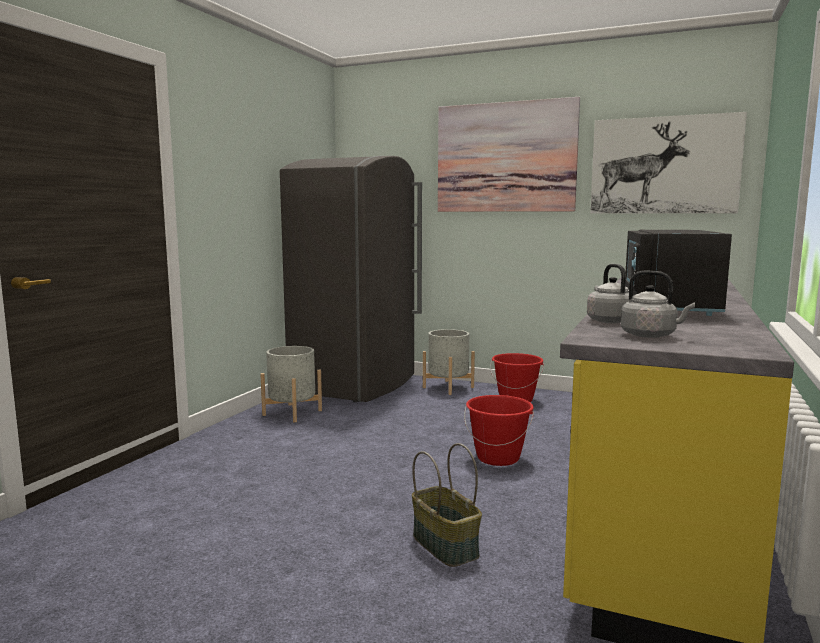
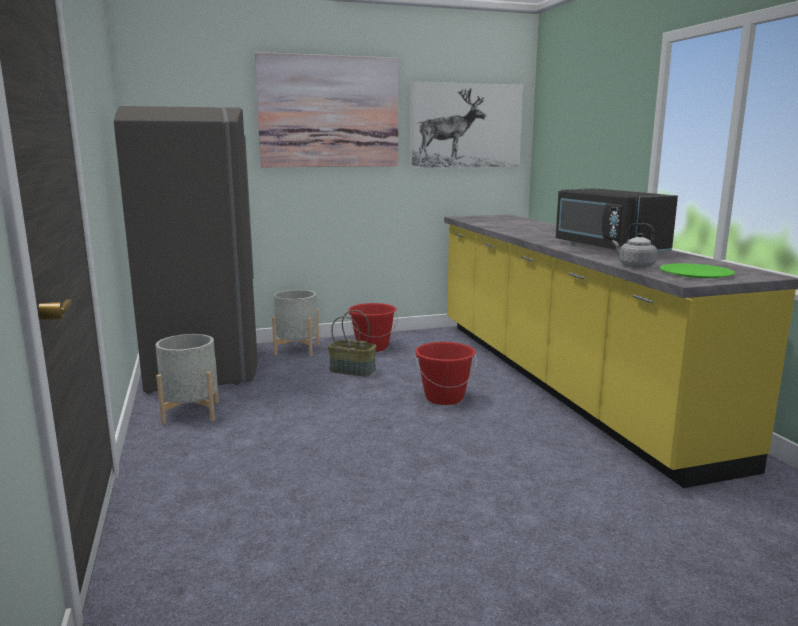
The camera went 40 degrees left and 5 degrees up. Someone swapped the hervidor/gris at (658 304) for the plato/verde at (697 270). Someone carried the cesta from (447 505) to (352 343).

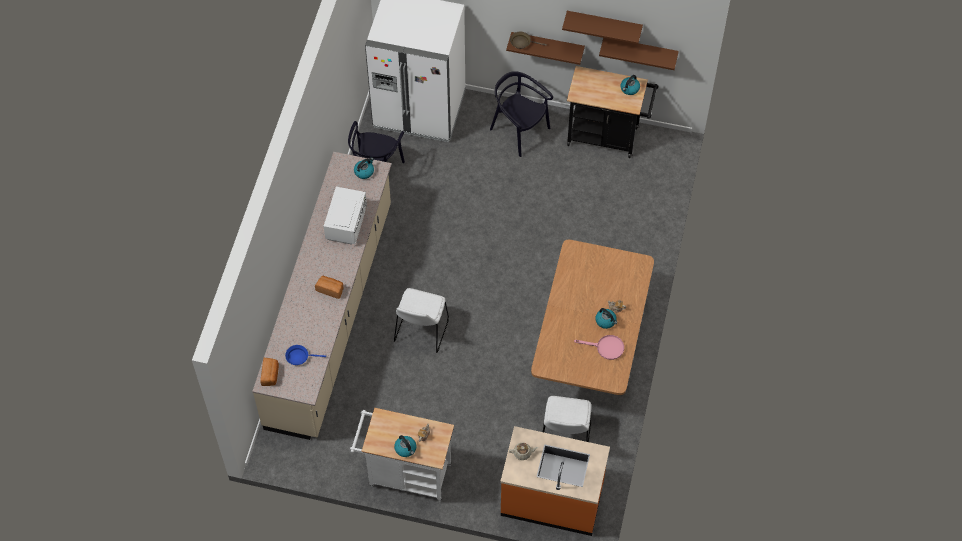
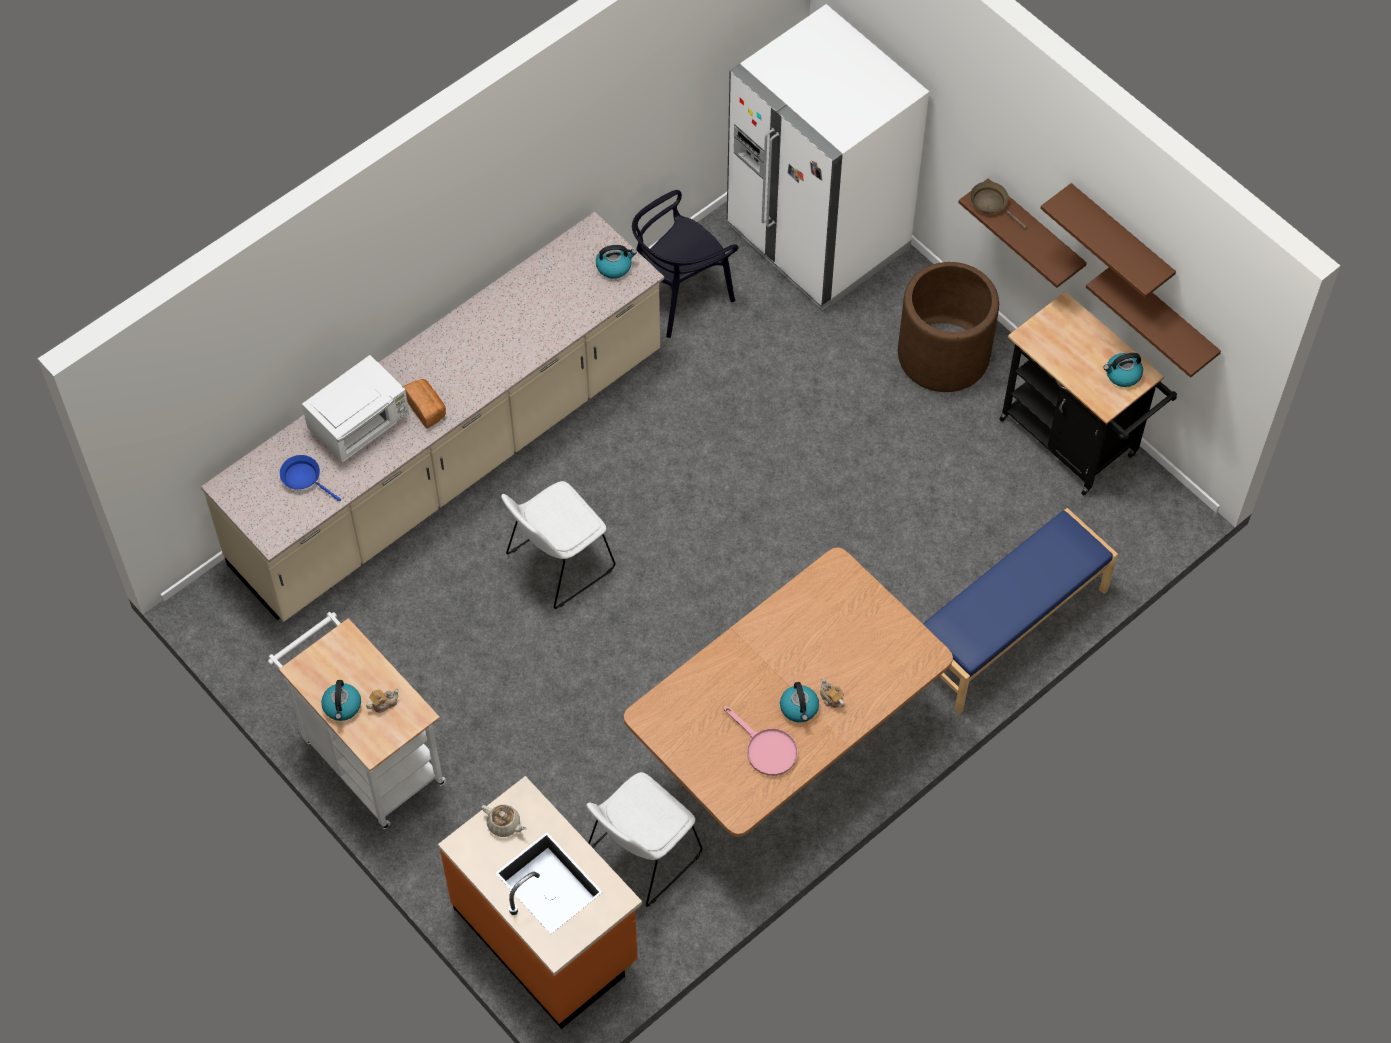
The camera went 35 degrees right and 0 degrees up. Someone swapped the silla/negro at (521 114) for the maceta/marrón at (948 327). Someone carried the microondas/blanco from (345 215) to (355 408). Someone took away the pan at (269 372). Someone put down the banco/azul at (1020 611).

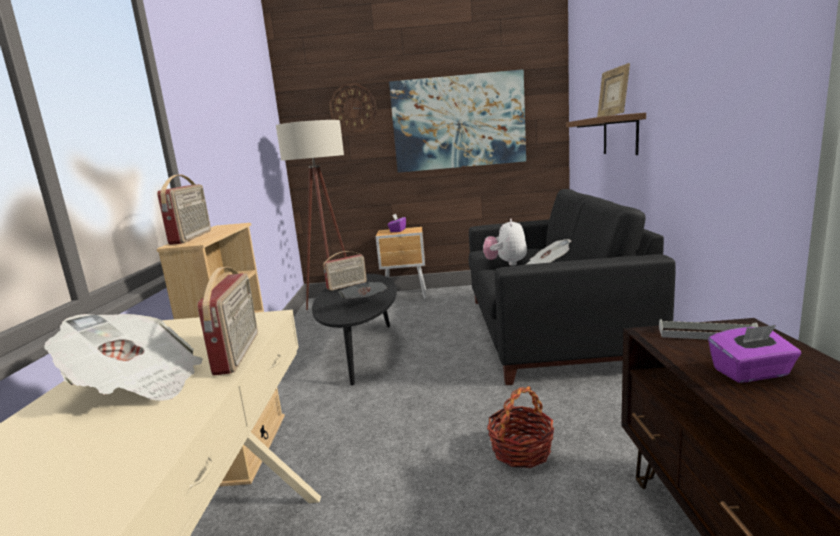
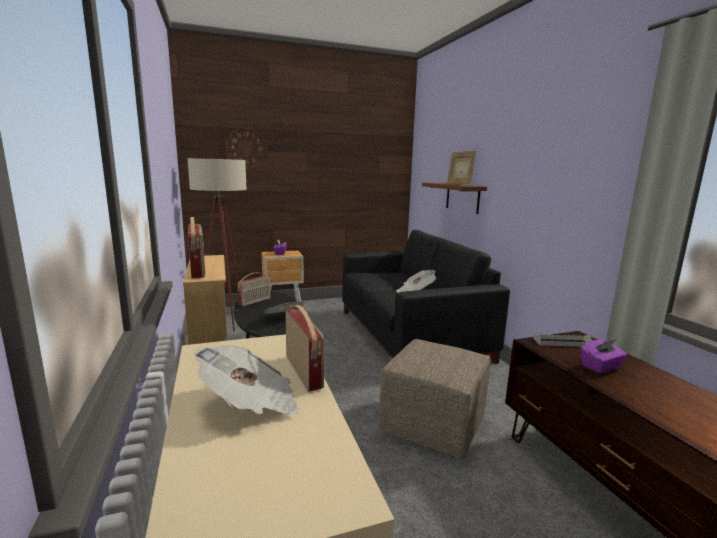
The camera went 20 degrees left and 0 degrees up. Someone took away the cuadro at (457 121). Someone took away the peluche at (505 242). Someone swapped the cesta at (520 427) for the puf/beis at (435 399).

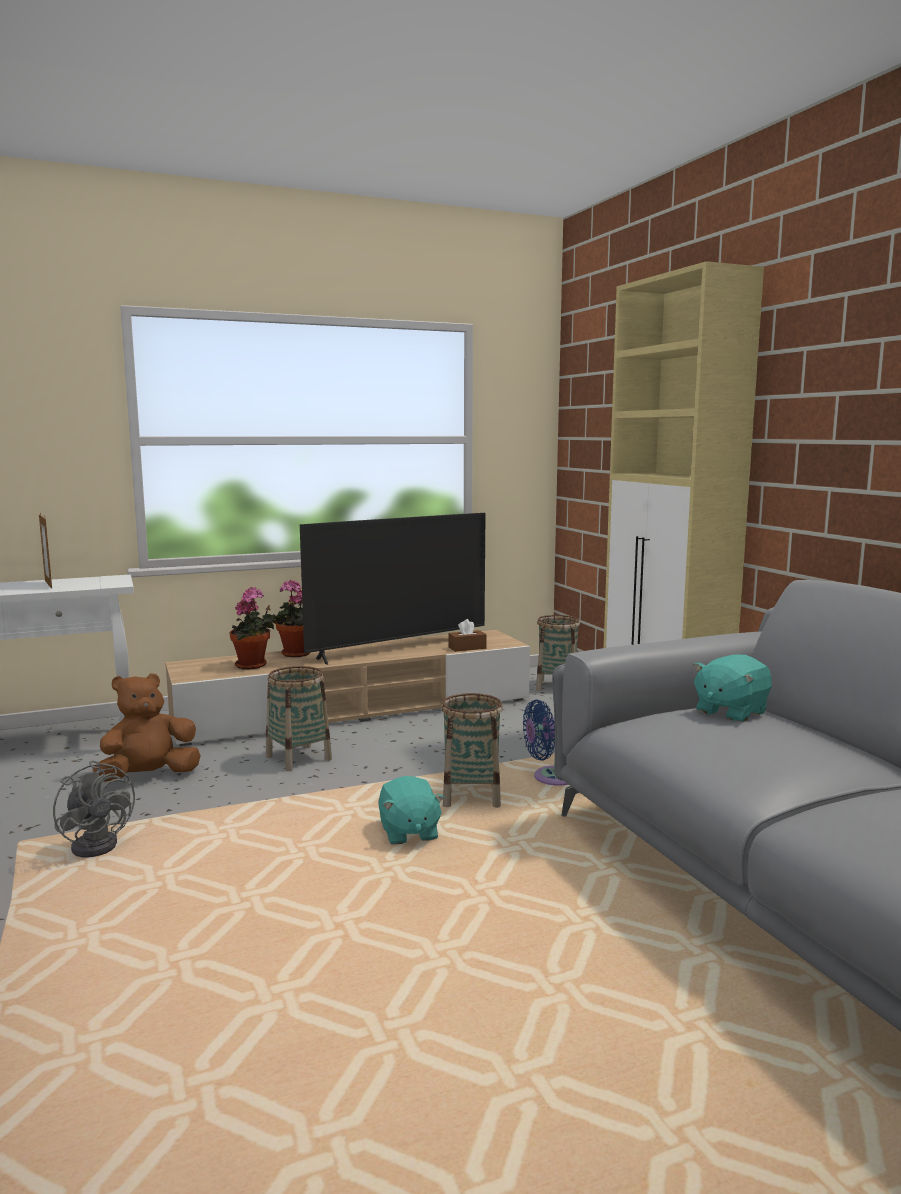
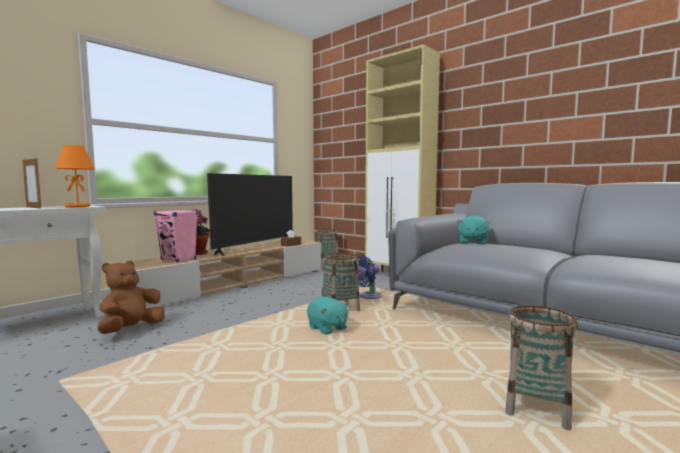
The camera went 25 degrees left and 5 degrees down. Someone swapped the planta en maceta at (252 628) for the altavoz/rosa at (176 236). Someone carried the cesta from (299 718) to (541 367). Someone took away the ventilador/gris at (94 808). Someone put down the lámpara de mesa/naranja at (75 176).

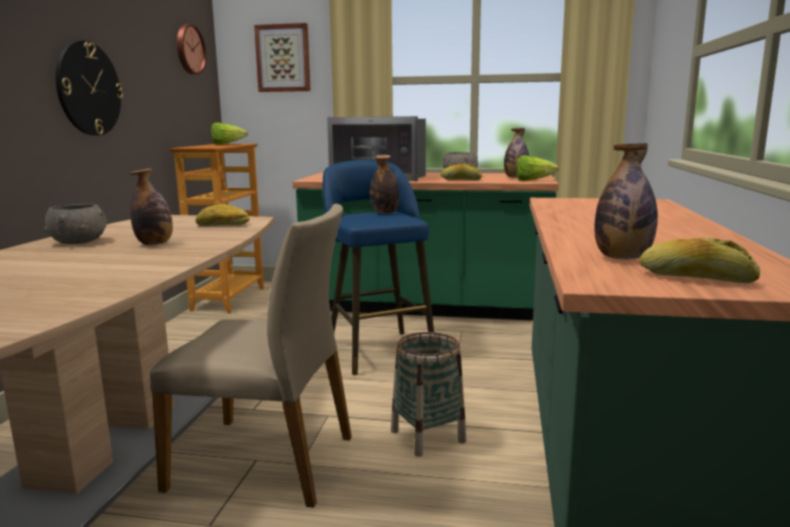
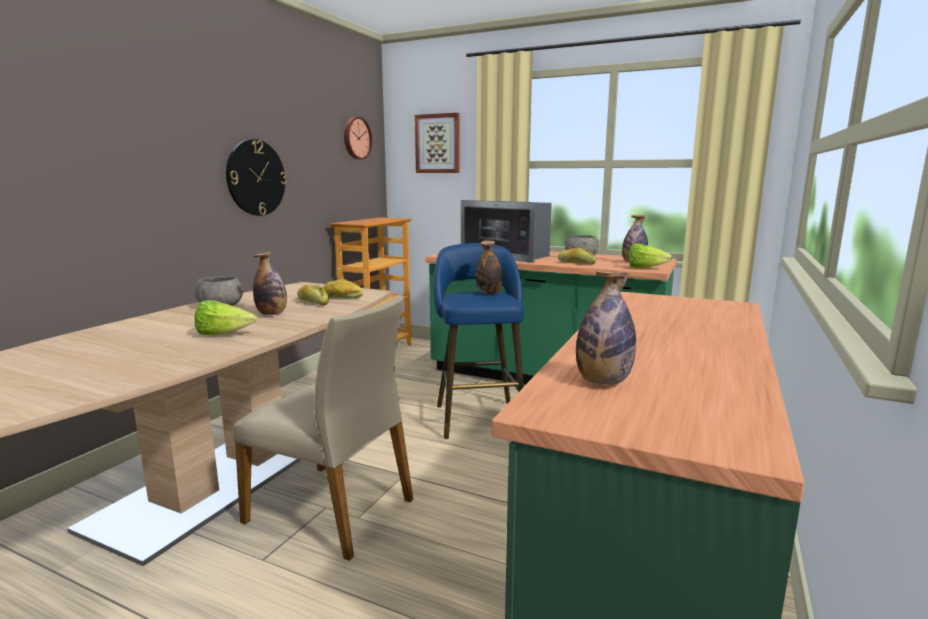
The camera went 15 degrees right and 0 degrees up. Someone carried the lechuga from (229 133) to (226 318). Someone carried the pan from (699 260) to (313 295). Someone took away the cesta at (428 394).

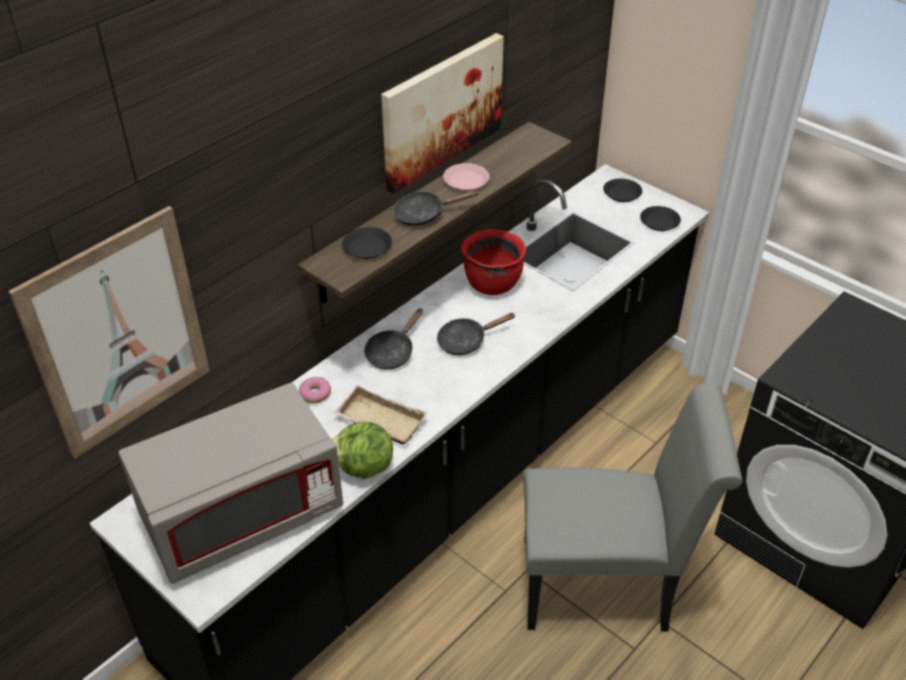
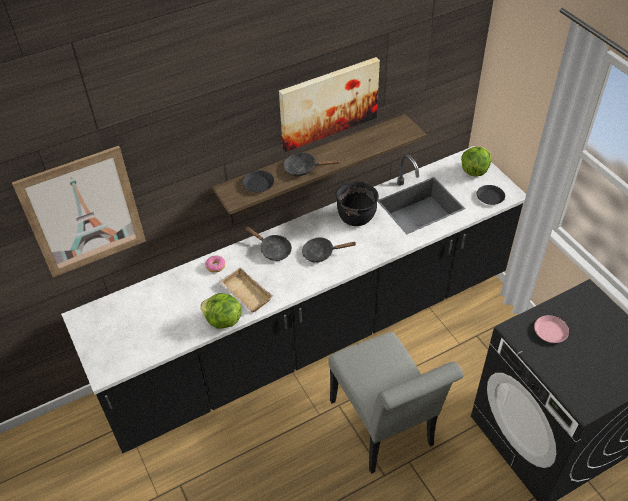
The camera went 20 degrees right and 5 degrees up. Someone carried the plato/rosa from (466 177) to (551 329). Someone swapped the plato/negro at (622 190) for the lechuga at (476 162). Someone repainted the olla/rojo at (493 262), which became the olla/negro at (357 203). Someone rotated the sartén/negro at (393 339) by 105 degrees counterclockwise. Someone took away the microondas/gris at (230 483). Someone rotated the silla/gris at (632 507) by 45 degrees clockwise.

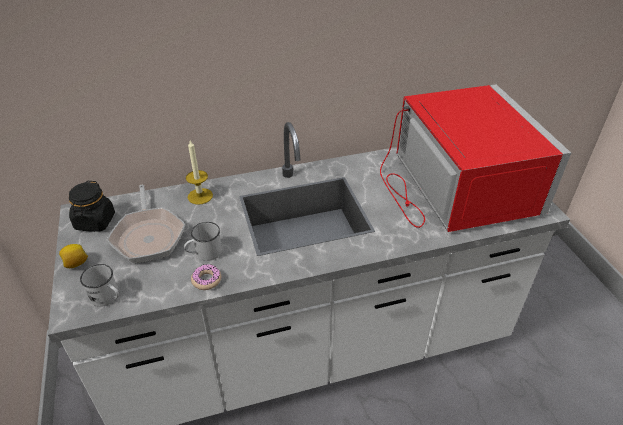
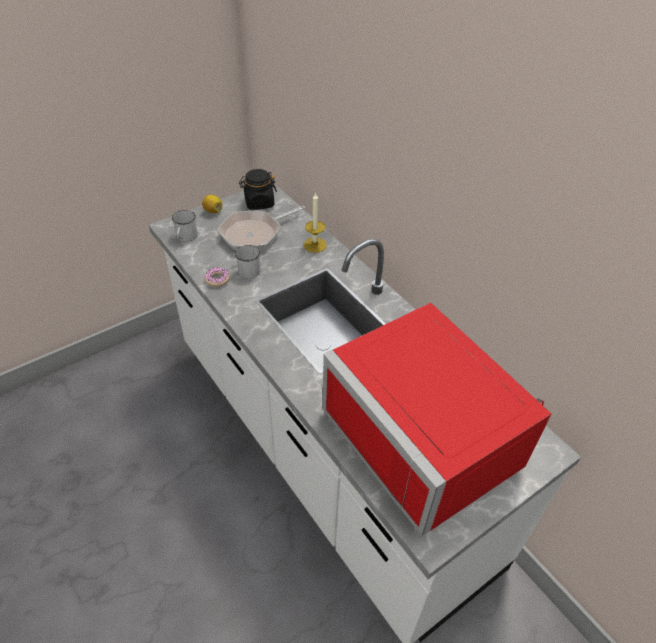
The camera went 70 degrees right and 5 degrees up. Someone rotated the microondas/rojo at (475 158) by 90 degrees clockwise.

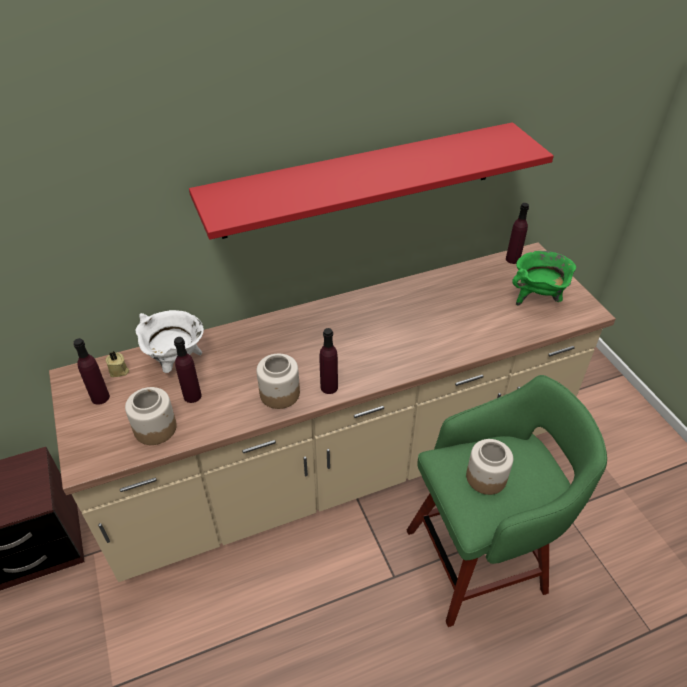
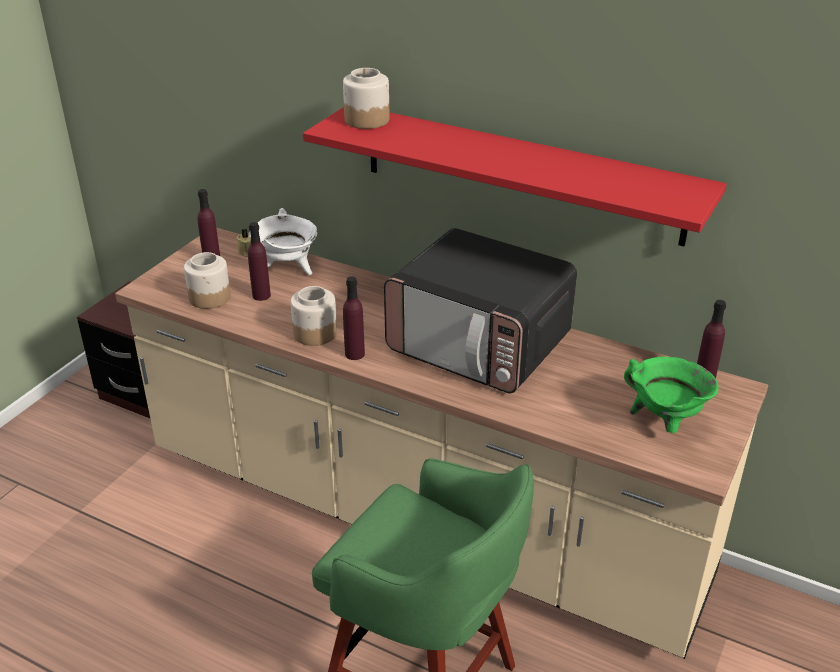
The camera went 50 degrees right and 10 degrees down. Someone carried the tarro from (489 467) to (366 98). Someone put down the microondas at (480 310).

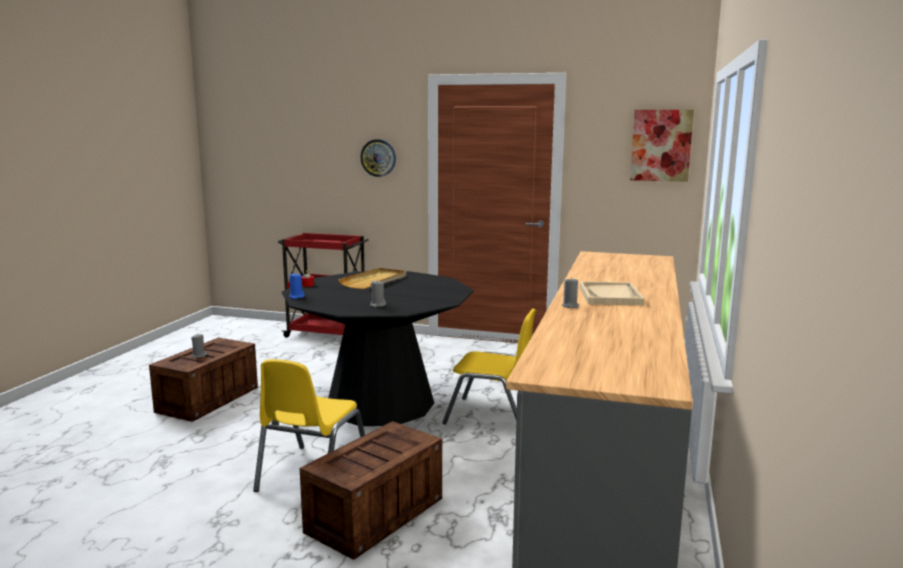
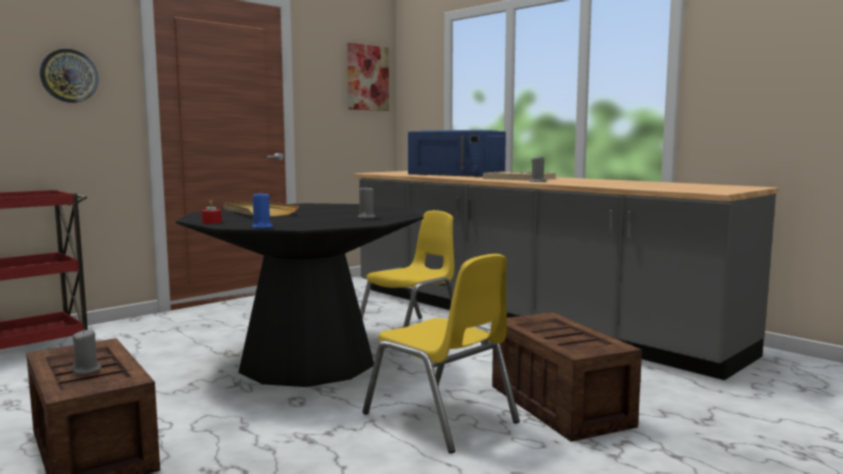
The camera went 60 degrees left and 5 degrees down. Someone put down the microondas/azul at (457 153).

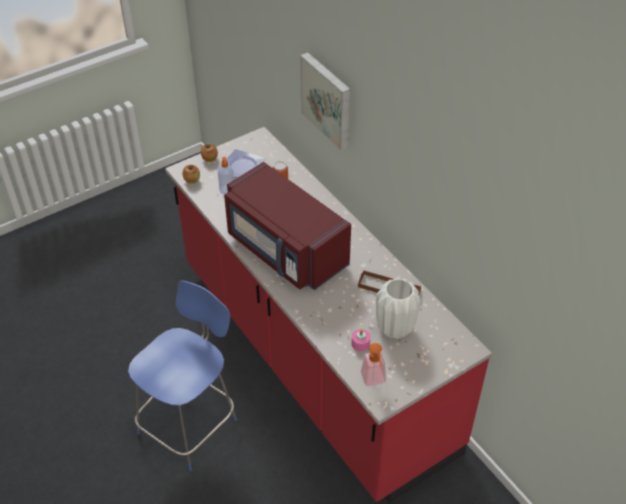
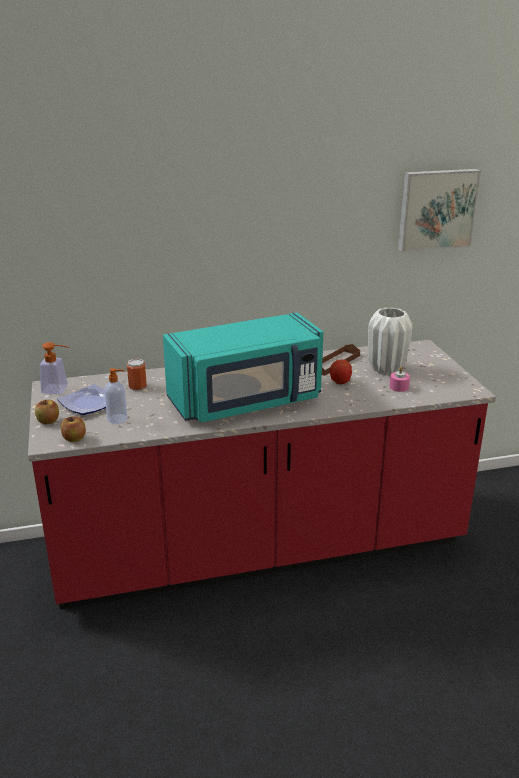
The camera went 70 degrees left and 20 degrees down. Someone carried the cuadro from (325 101) to (439 210). Someone repainted the microondas/rojo at (287 226), which became the microondas/turquesa at (243 367). Someone took away the silla/azul at (182 375). Someone carried the dispensador de jabón from (373 364) to (54 368). Someone put down the manzana at (341 371).

